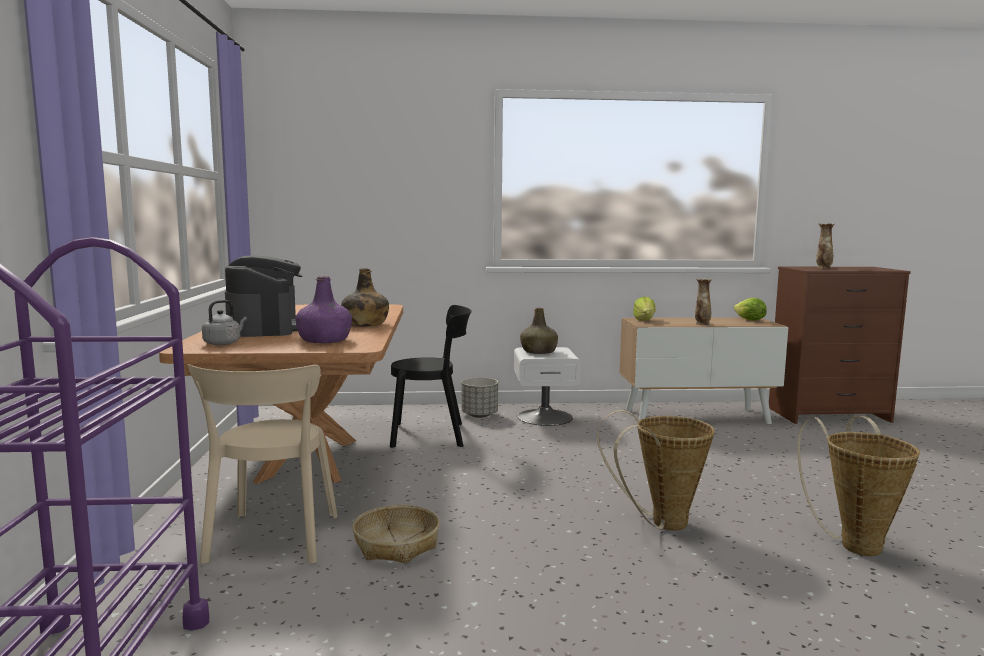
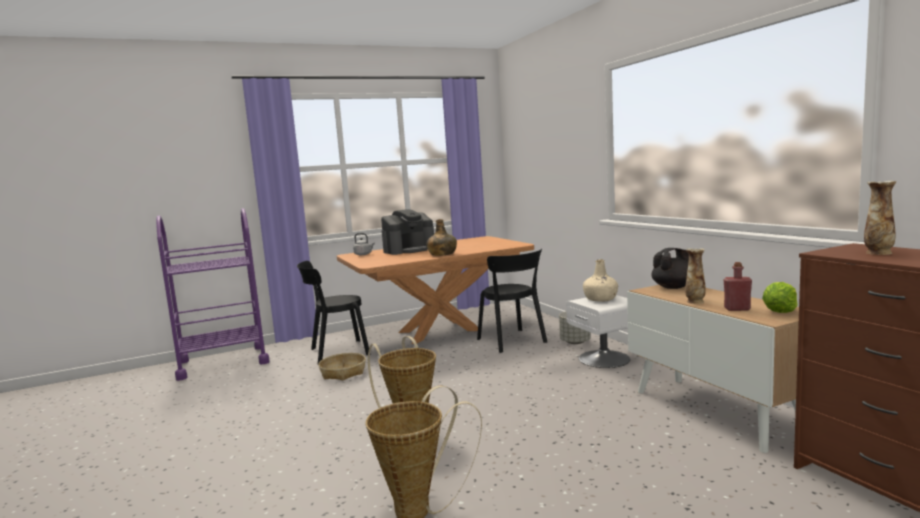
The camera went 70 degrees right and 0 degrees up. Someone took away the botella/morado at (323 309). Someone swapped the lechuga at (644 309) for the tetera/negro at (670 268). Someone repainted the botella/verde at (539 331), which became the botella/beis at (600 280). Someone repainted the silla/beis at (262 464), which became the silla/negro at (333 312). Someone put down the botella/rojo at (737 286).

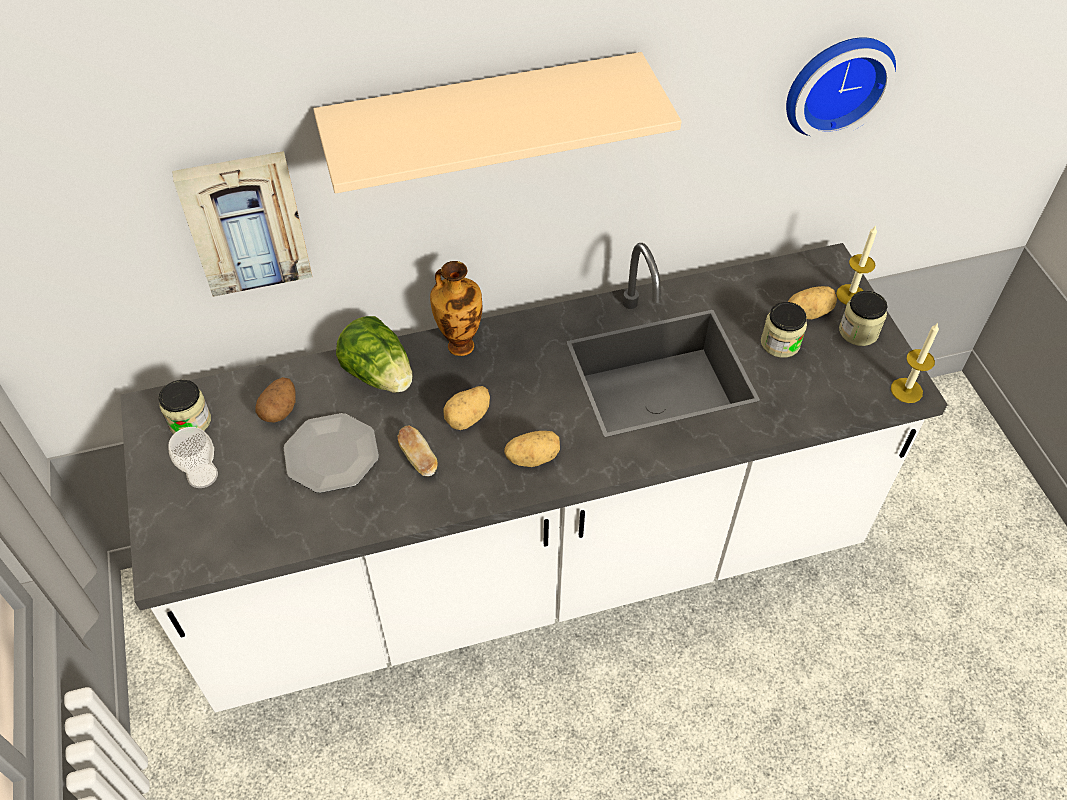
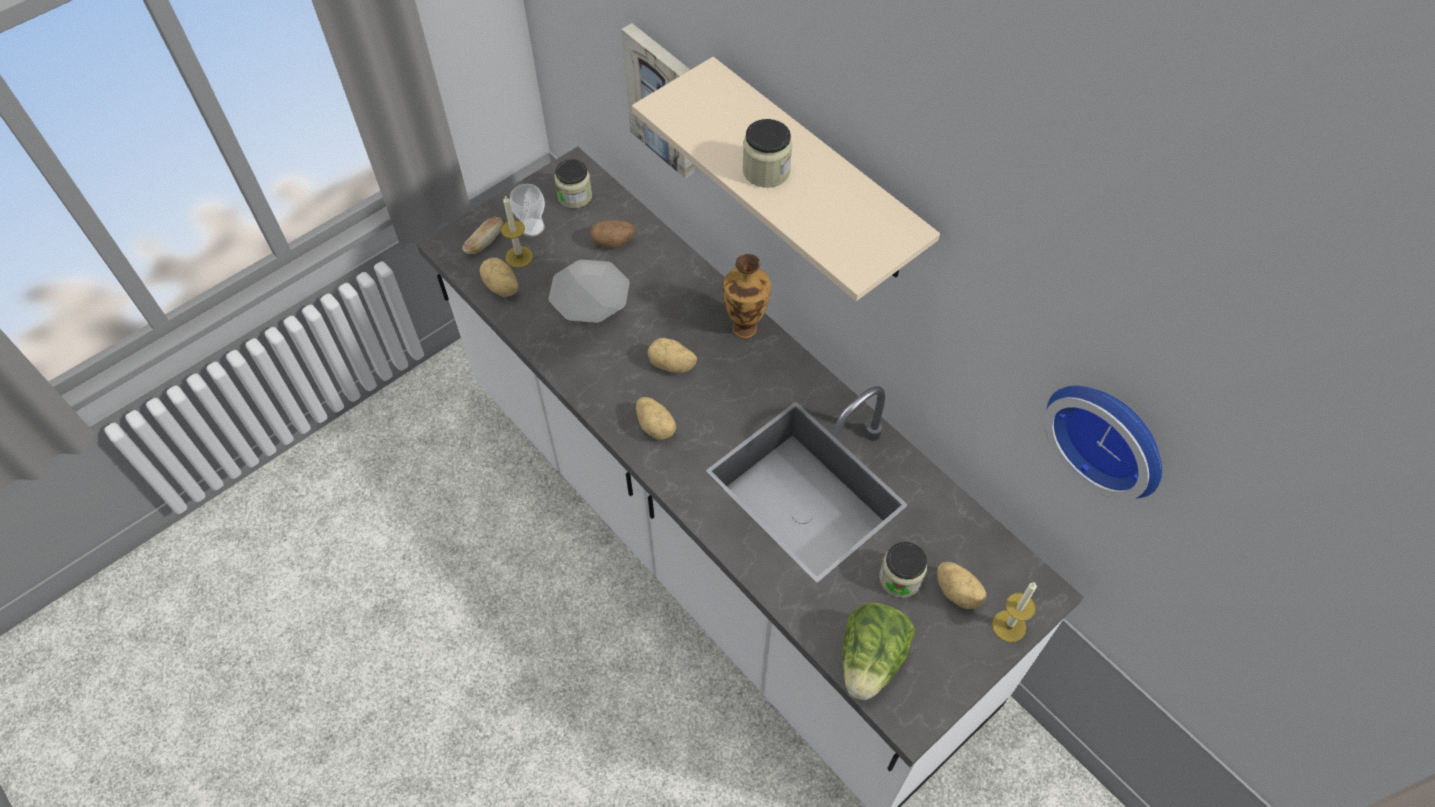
The camera went 65 degrees right and 5 degrees up. Someone carried the tarro from (863 318) to (767 153). Someone carried the lechuga from (374 354) to (878 651). Someone carried the vela from (915 363) to (517 232). Someone carried the pan from (417 450) to (482 235). Someone put down the patata at (499 277).

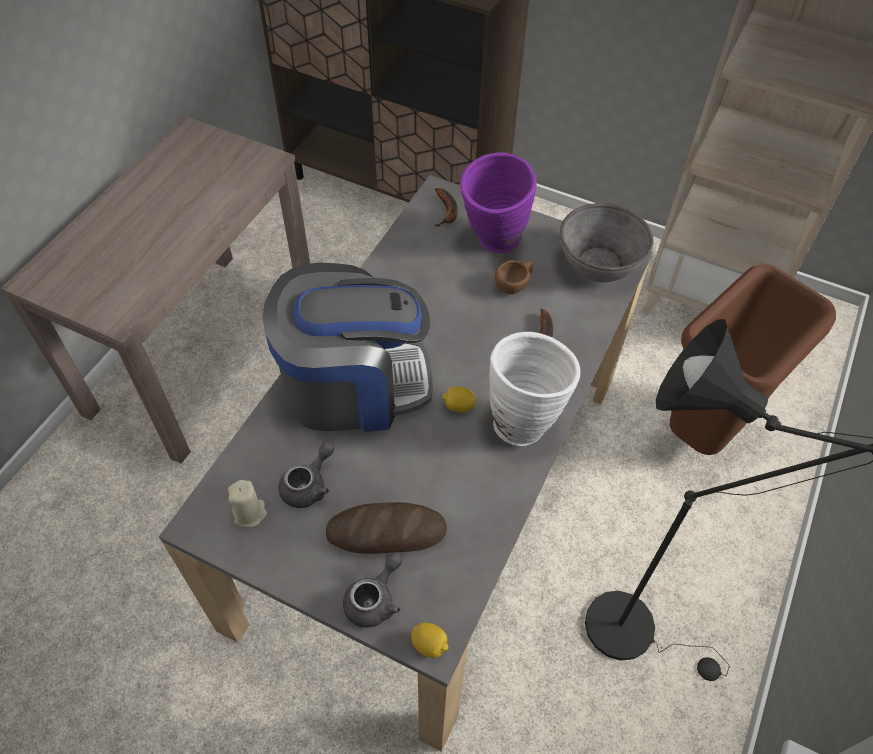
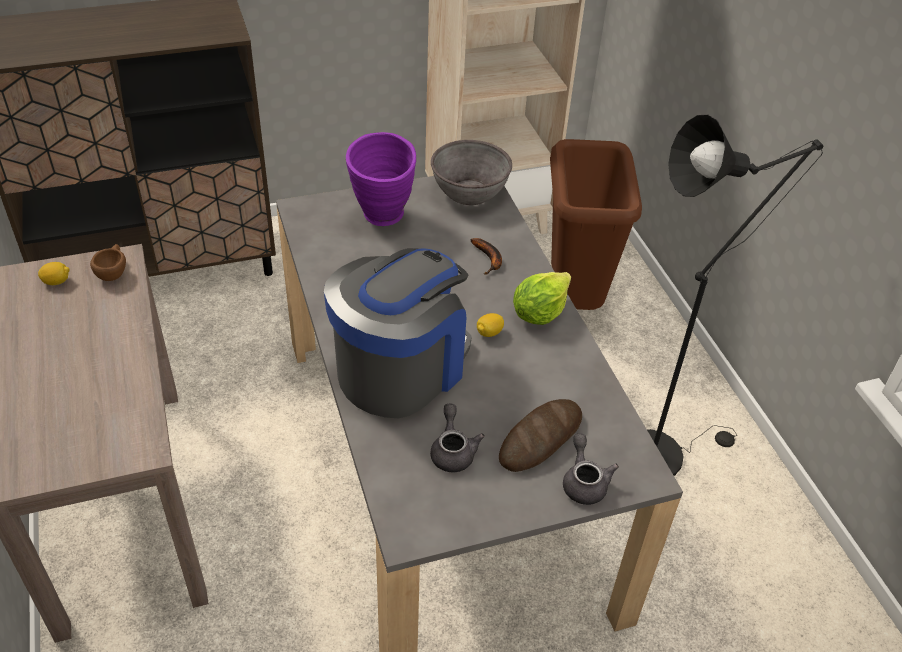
The camera went 45 degrees left and 10 degrees down. Someone took away the plátano at (446 207). Someone carried the taza/marrón from (514 277) to (108 262). Someone swapped the florero/blanco at (534 389) for the lechuga at (542 298). Someone took away the vela/beis at (247 503). Someone carried the limón from (430 640) to (54 273).

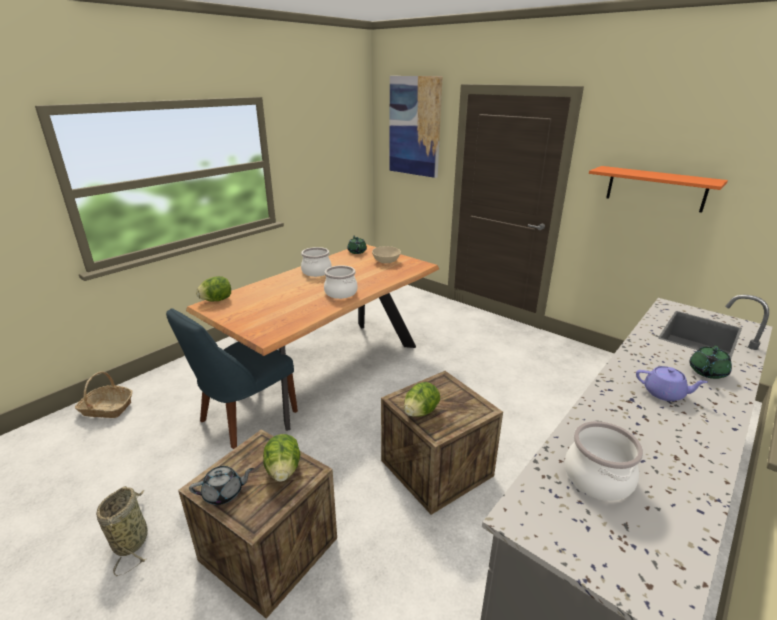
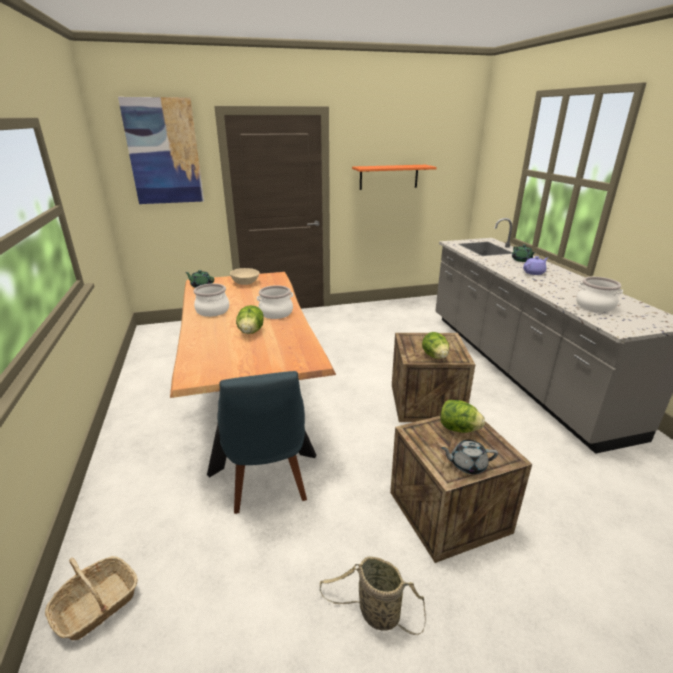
The camera went 55 degrees left and 0 degrees up. Someone carried the lechuga from (213 288) to (250 319). Someone rotated the tetera/gris at (221 485) by 105 degrees counterclockwise.

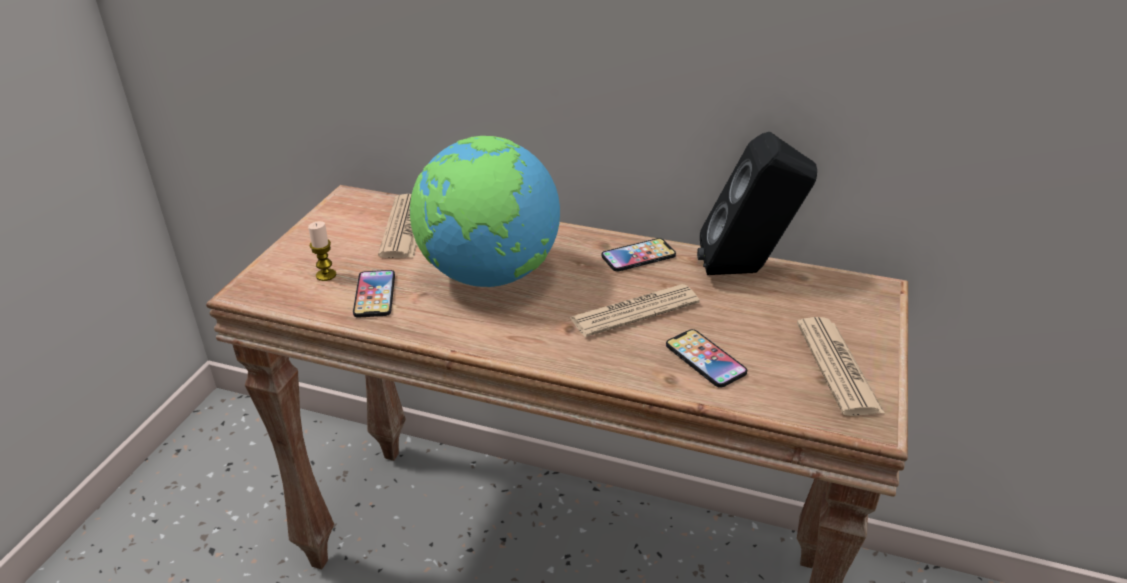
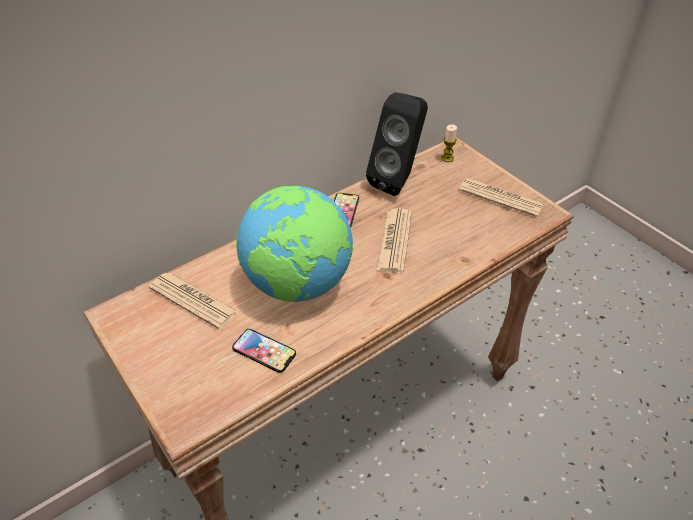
The camera went 55 degrees left and 10 degrees up. Someone carried the vela from (322 251) to (449 143). Someone took away the móvil at (706 358).

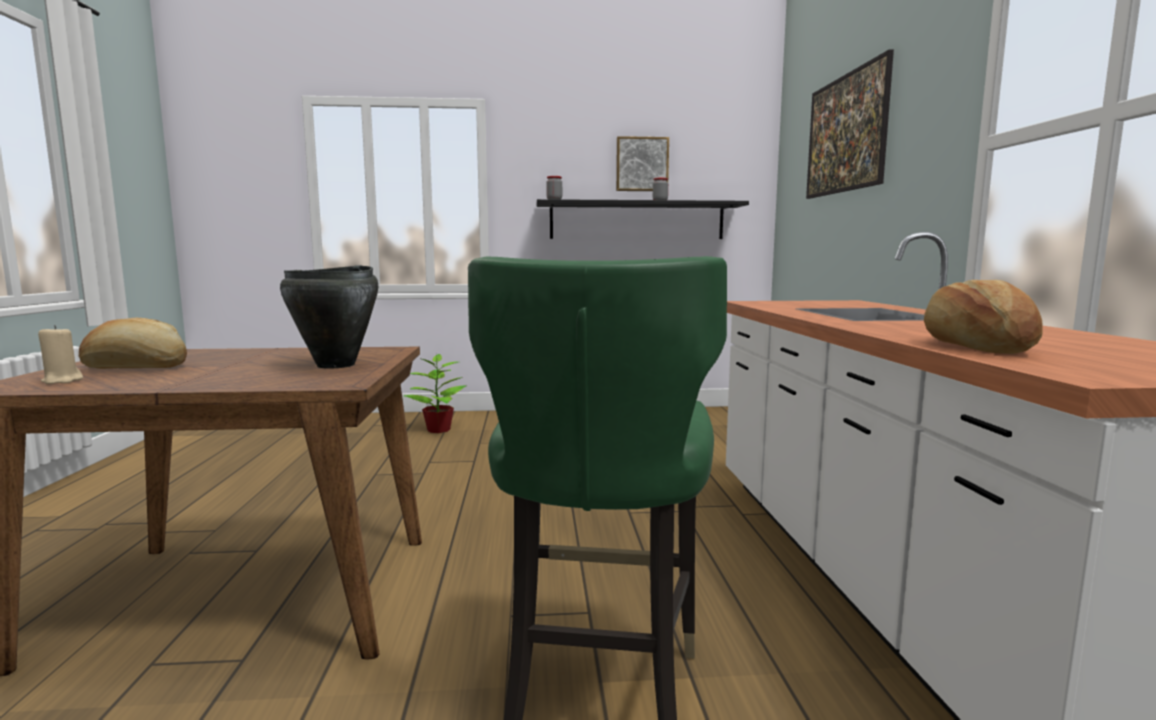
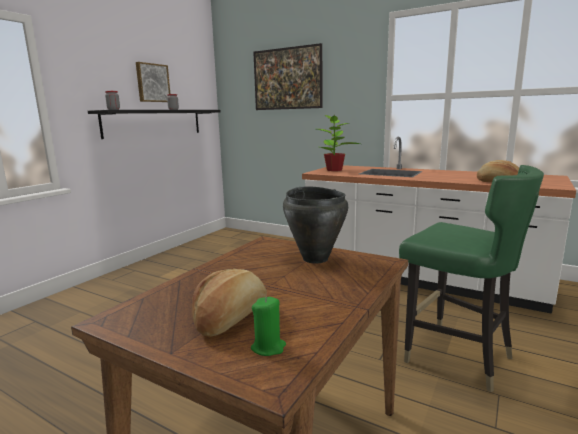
The camera went 55 degrees left and 5 degrees up. Someone repainted the vela/beis at (60 354), which became the vela/verde at (268 326). Someone carried the planta en maceta from (435 392) to (338 141).

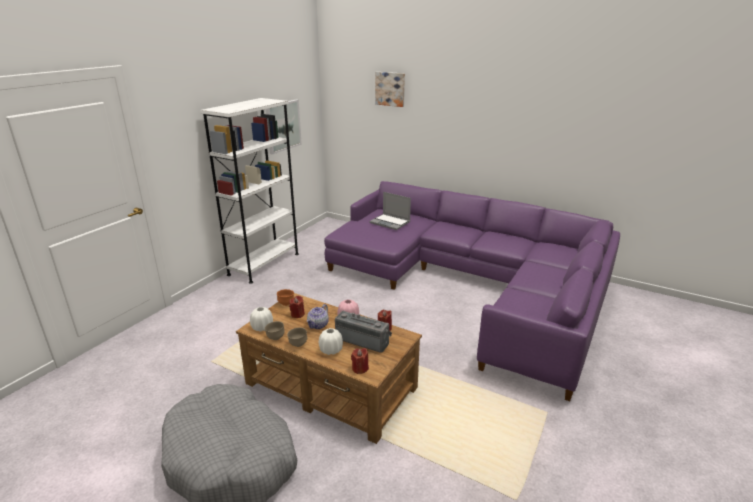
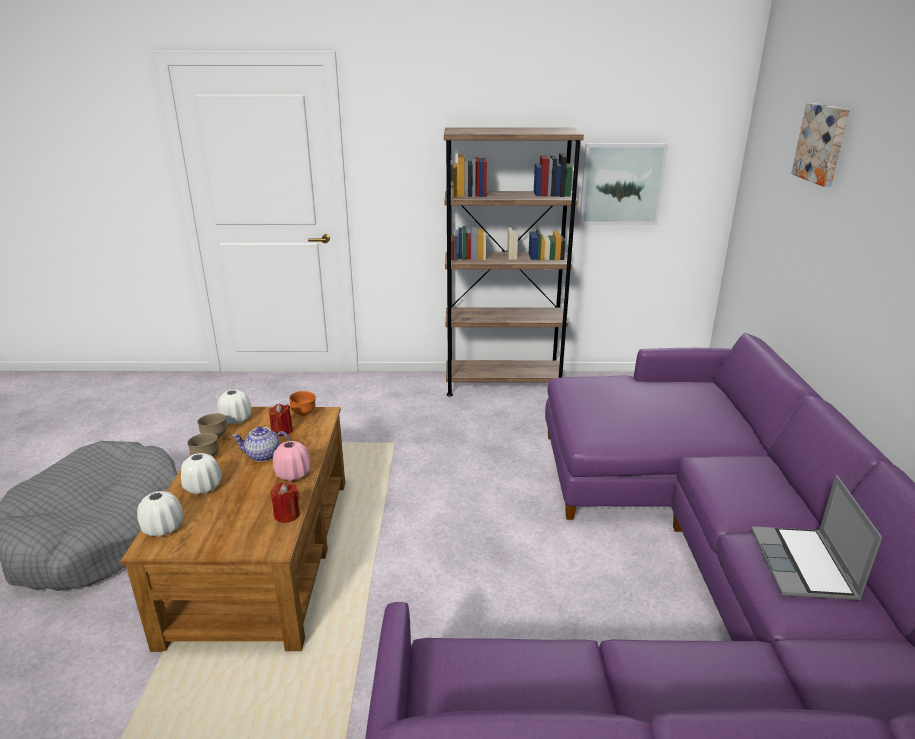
The camera went 60 degrees right and 0 degrees up. Someone repainted the estantería/blanco at (249 191), which became the estantería/marrón at (514 262). Someone carried the portátil from (390 211) to (816 537). Someone took away the radio at (363 332). Someone swapped the vela/rojo at (360 361) for the florero/blanco at (160 514).

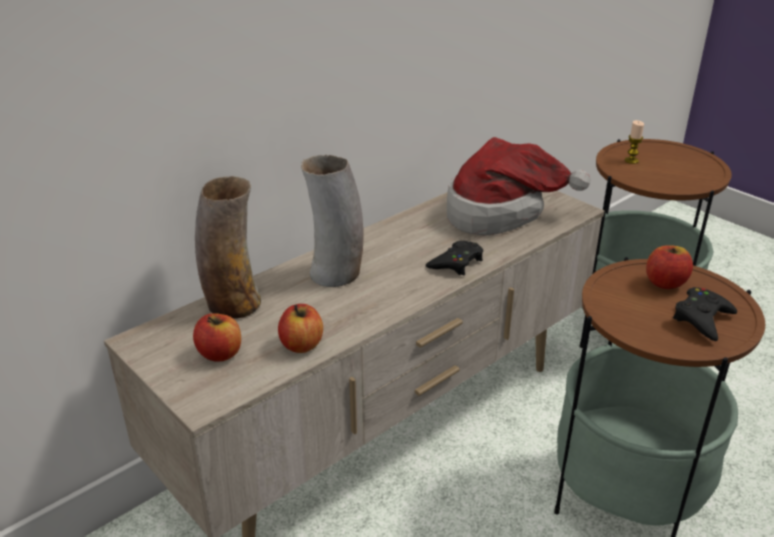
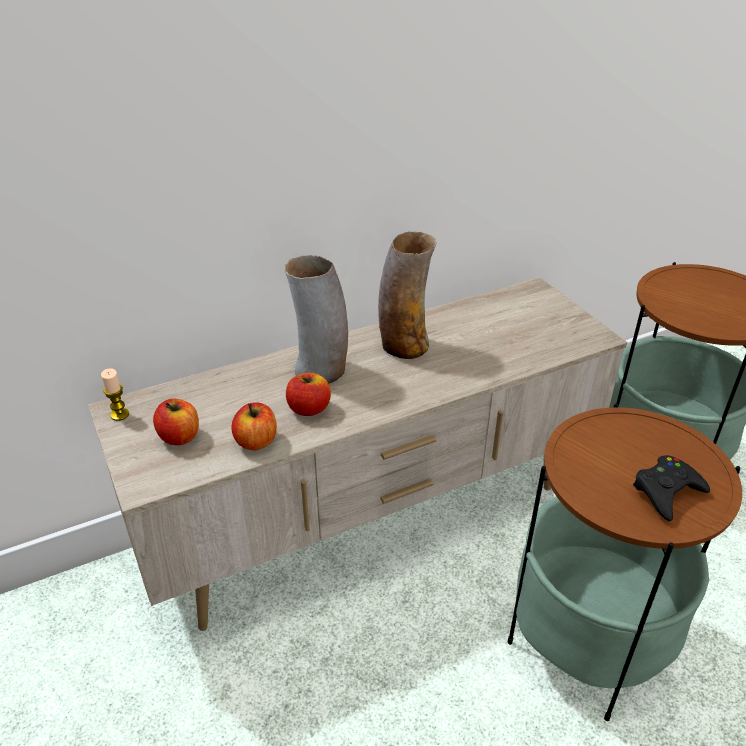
The camera went 15 degrees right and 5 degrees up. Someone carried the vela from (634 142) to (115 394). Someone took away the sombrero at (519 186). Someone carried the florero from (228 247) to (407 295). Someone took away the mando de consola/negro at (454 258). Someone carried the manzana from (669 267) to (308 394).

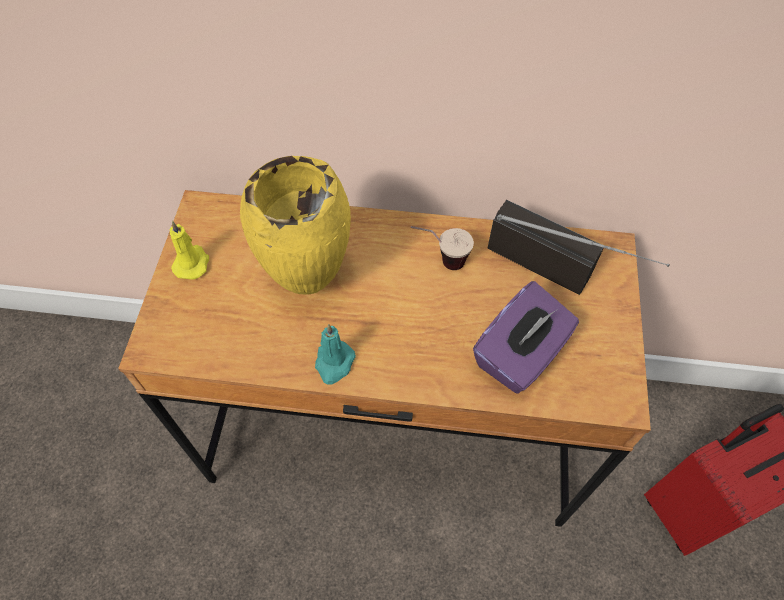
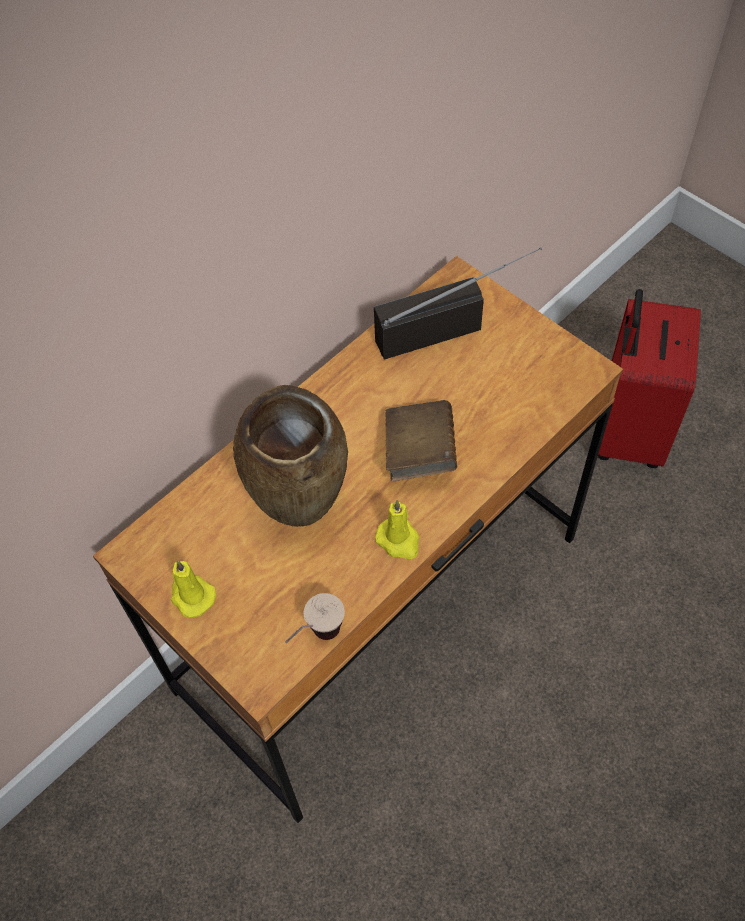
The camera went 50 degrees left and 0 degrees up. Someone repainted the florero/amarillo at (295 225), which became the florero/marrón at (290 456). Someone carried the taza from (442 248) to (315 618). Someone took away the caja de pañuelos/morado at (526 337). Someone repainted the vela/turquesa at (335 354), which became the vela/amarillo at (397 529). Someone put down the libro/marrón at (421 440).

